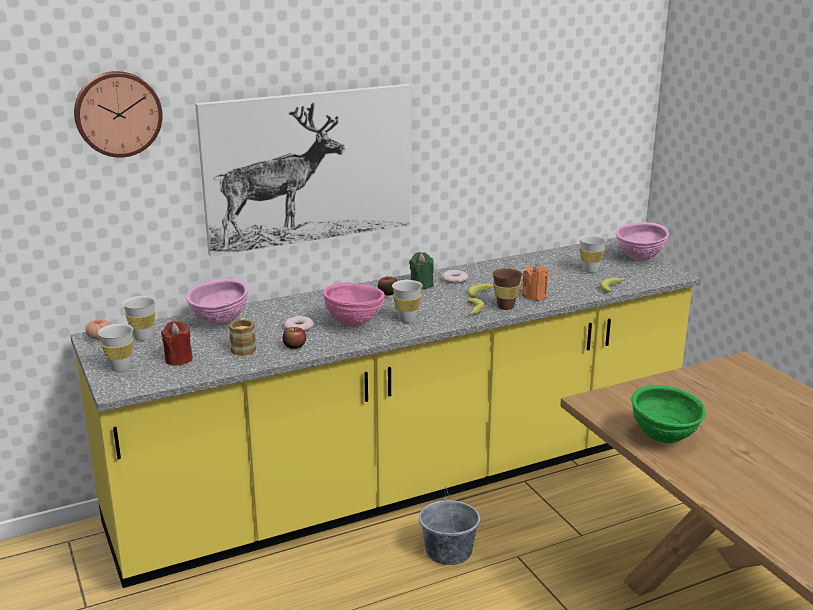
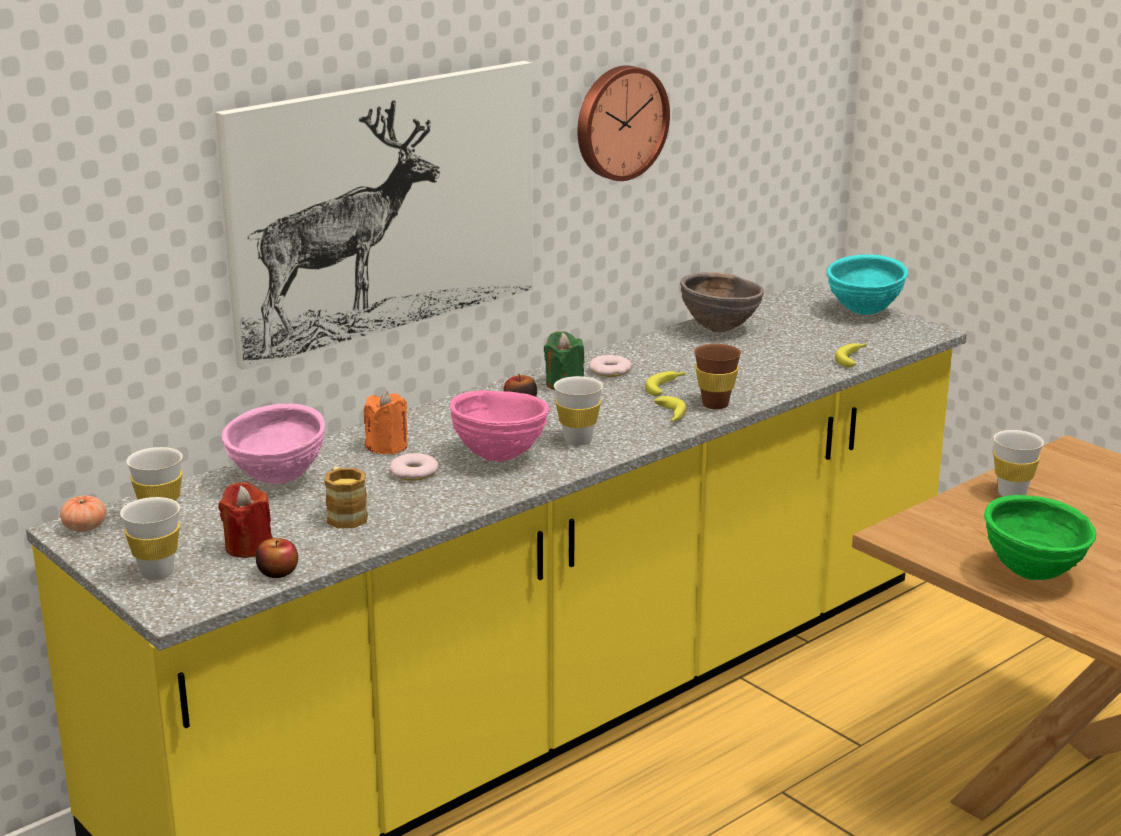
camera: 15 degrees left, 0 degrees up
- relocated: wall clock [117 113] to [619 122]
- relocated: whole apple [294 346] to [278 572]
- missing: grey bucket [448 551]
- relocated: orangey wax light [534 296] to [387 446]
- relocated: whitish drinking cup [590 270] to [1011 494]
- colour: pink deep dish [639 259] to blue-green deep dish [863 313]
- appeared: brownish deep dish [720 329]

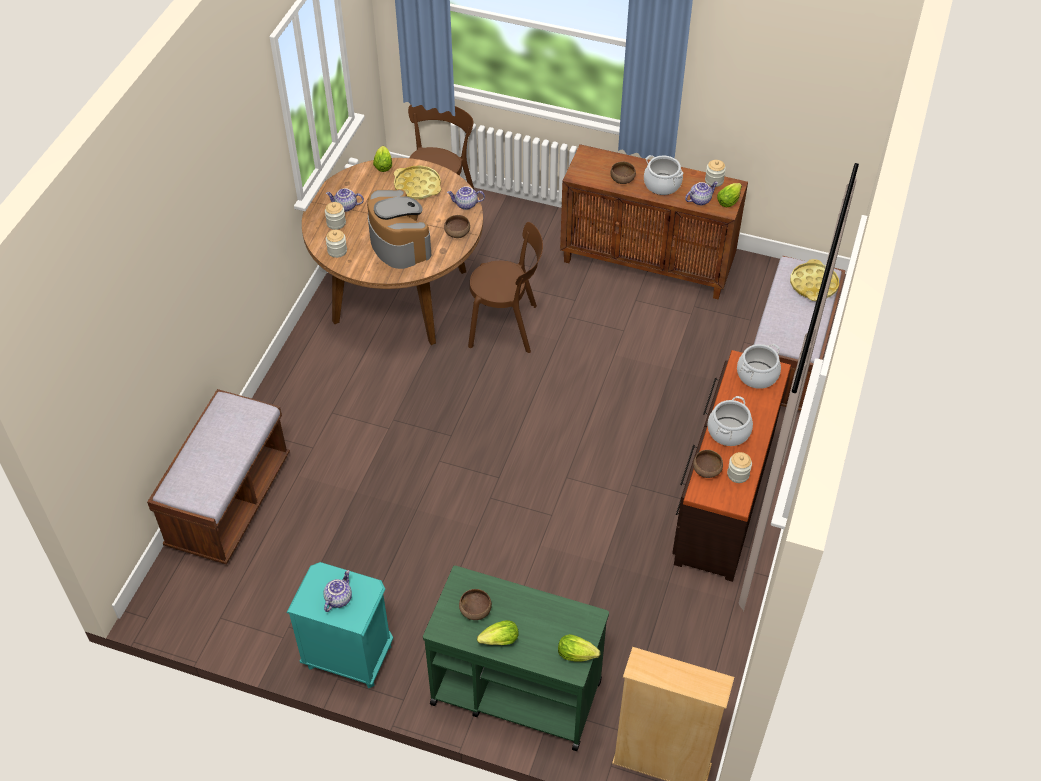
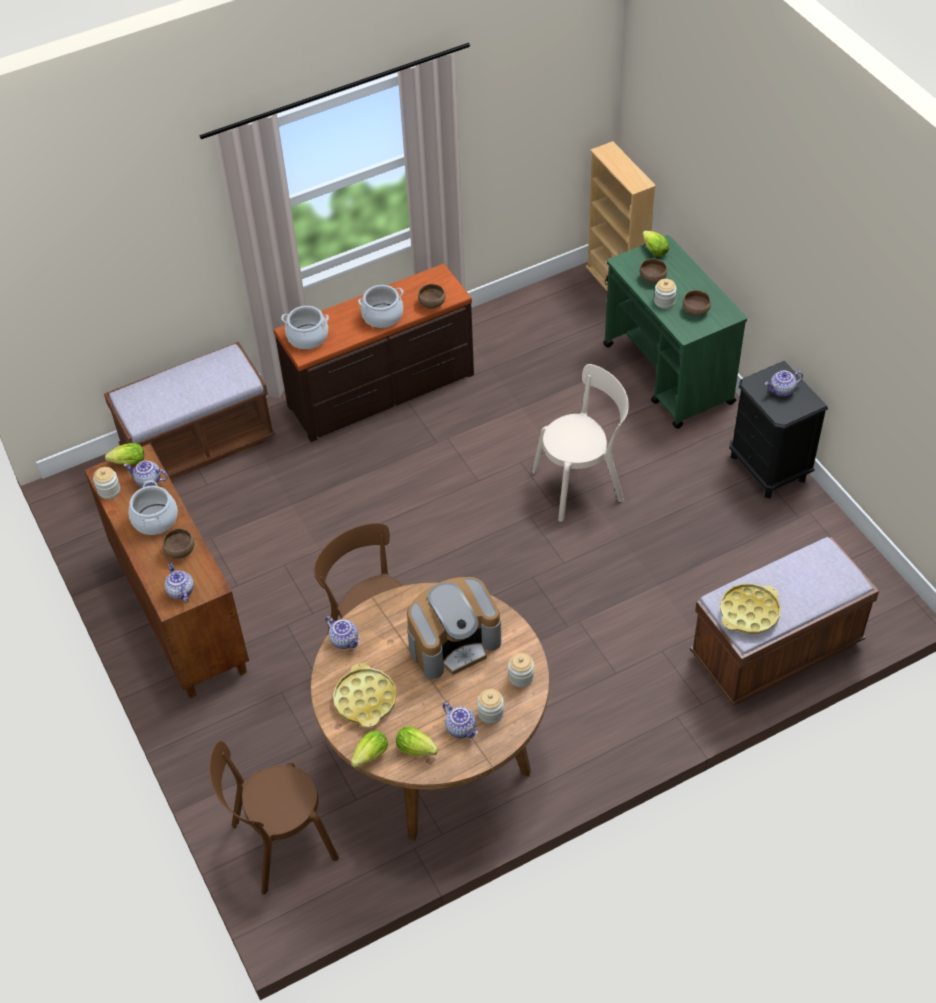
camera: 135 degrees left, 0 degrees up
- colour: blue-green night table [348 656] to black-coloured night table [768 468]
- spun: coffee maker [399 243] = [454 642] 135 degrees counterclockwise
- relocated: brownish deep dish [457 234] to [653 278]
- relocated: lettuce [497 641] to [418 750]
- relocated: storage jar [738 474] to [664 302]
- relocated: yellow-coloured serving tray [813 284] to [749 612]
- appeared: teapot [180 591]
- appeared: beige upright chair [582 484]

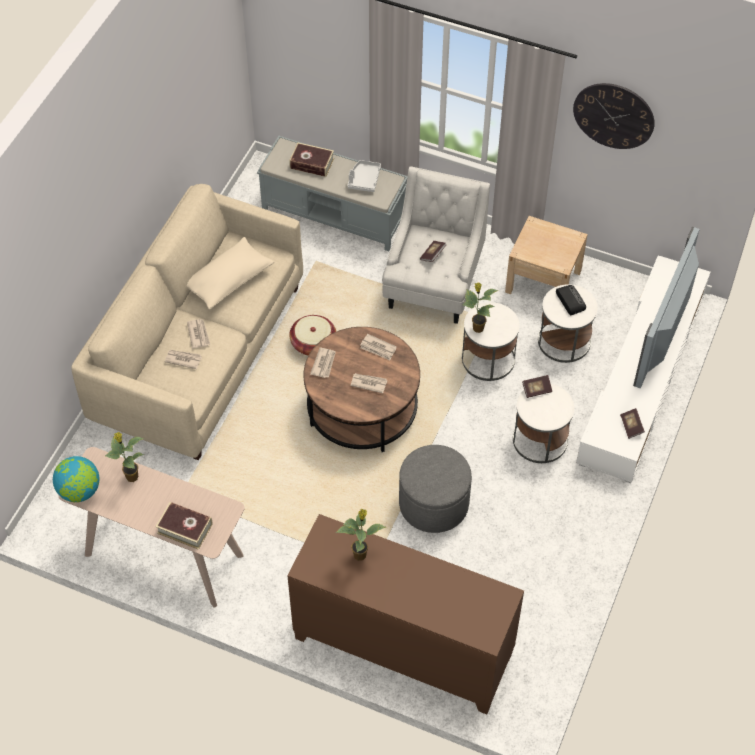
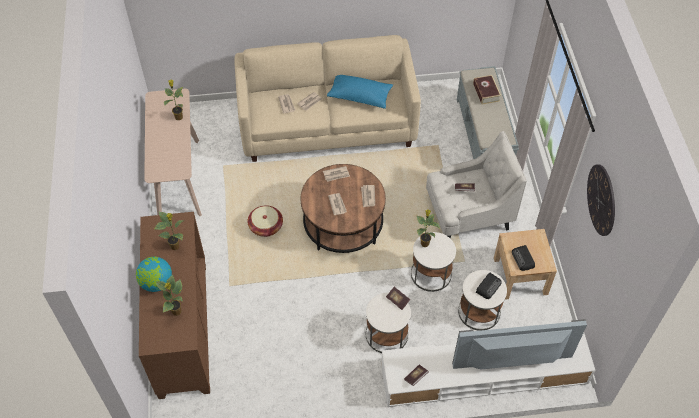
camera: 60 degrees right, 0 degrees up
- relocated: desk globe [79 491] to [156 283]
- missing: volume [185 528]
- colour: beige pillow [228 280] to blue pillow [360 96]
- relocated: basket [313 343] to [266 226]
- missing: grey serving tray [364 180]
- missing: grey ottoman [433 503]
- appeared: plant in a pot [176 312]
- appeared: radio receiver [523 259]

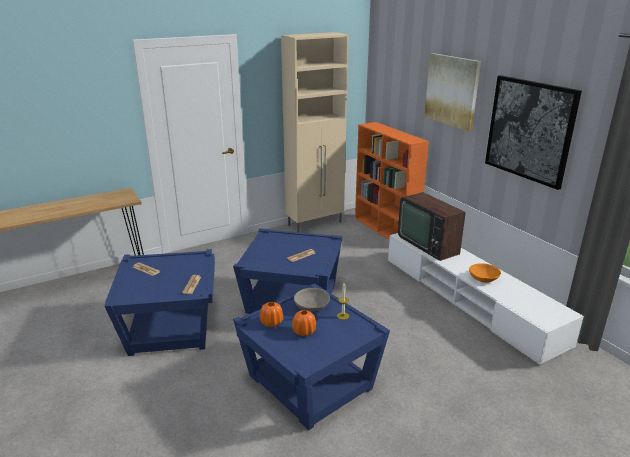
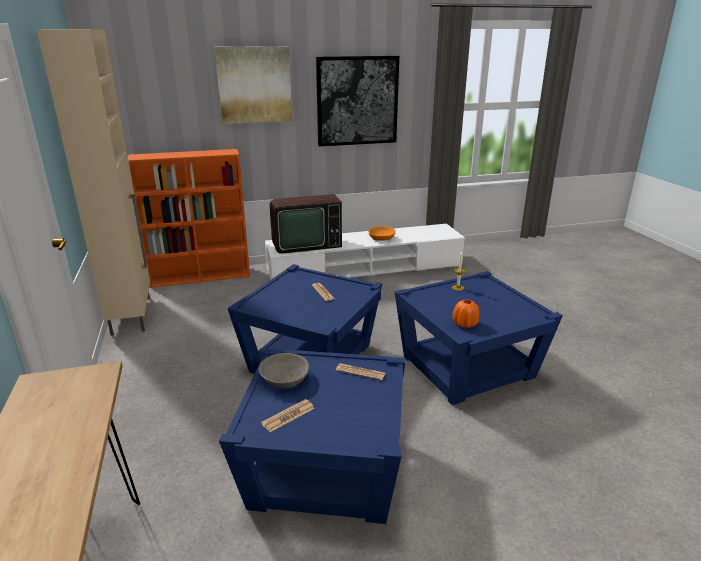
camera: 75 degrees left, 0 degrees up
- missing: orangey vase [304 331]
- relocated: grey deep dish [311 306] to [284 379]

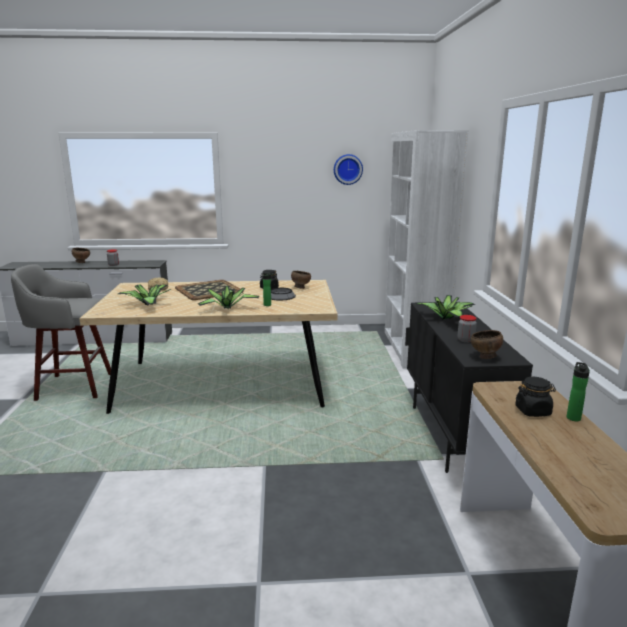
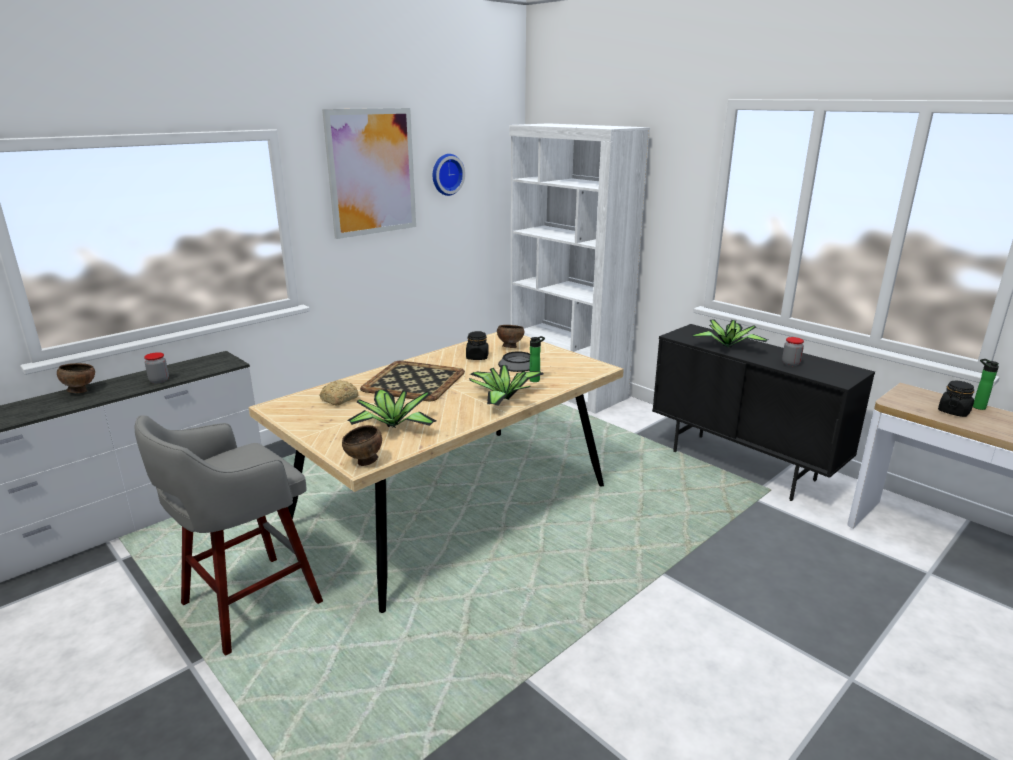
camera: 40 degrees left, 5 degrees up
- relocated: brownish deep dish [485 357] to [364 462]
- appeared: wall picture [371 172]

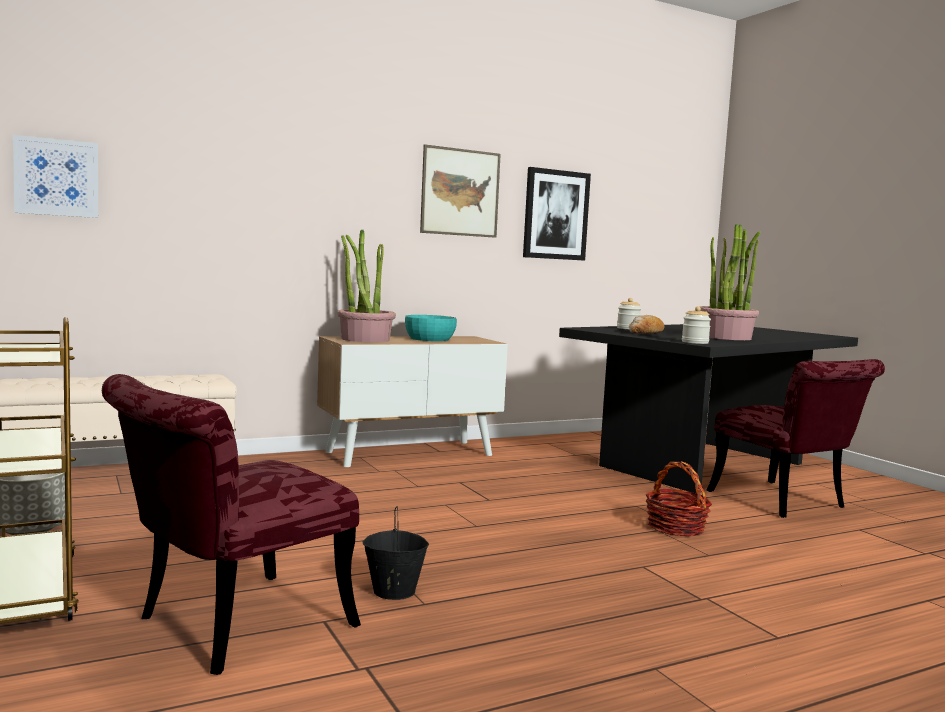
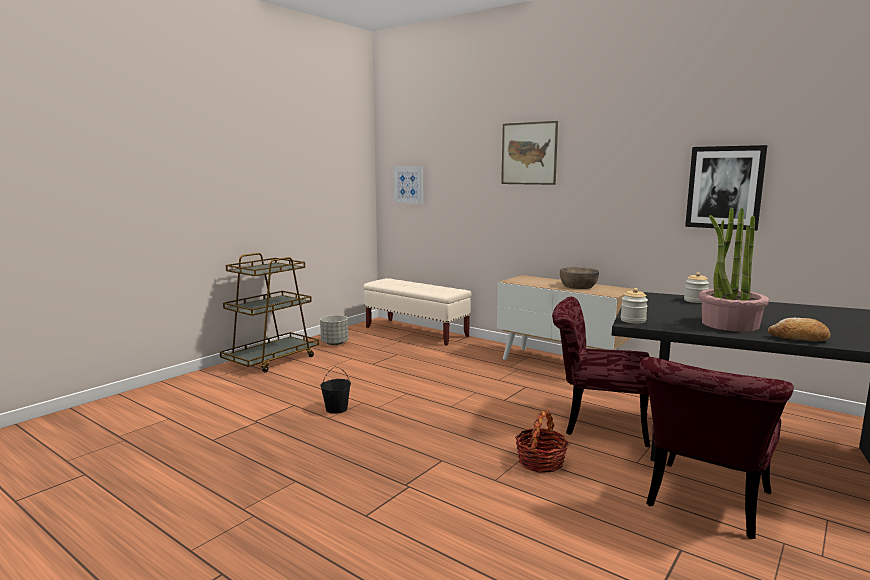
camera: 65 degrees right, 5 degrees up
- relocated: reddish upright chair [227 628] to [596 423]
- missing: plant in a pot [365 339]
- colour: blue-green deep dish [430 339] to brownish deep dish [578 286]
- relocated: wall picture [460 192] to [529 153]
- relocated: baked bread [645 333] to [798 338]

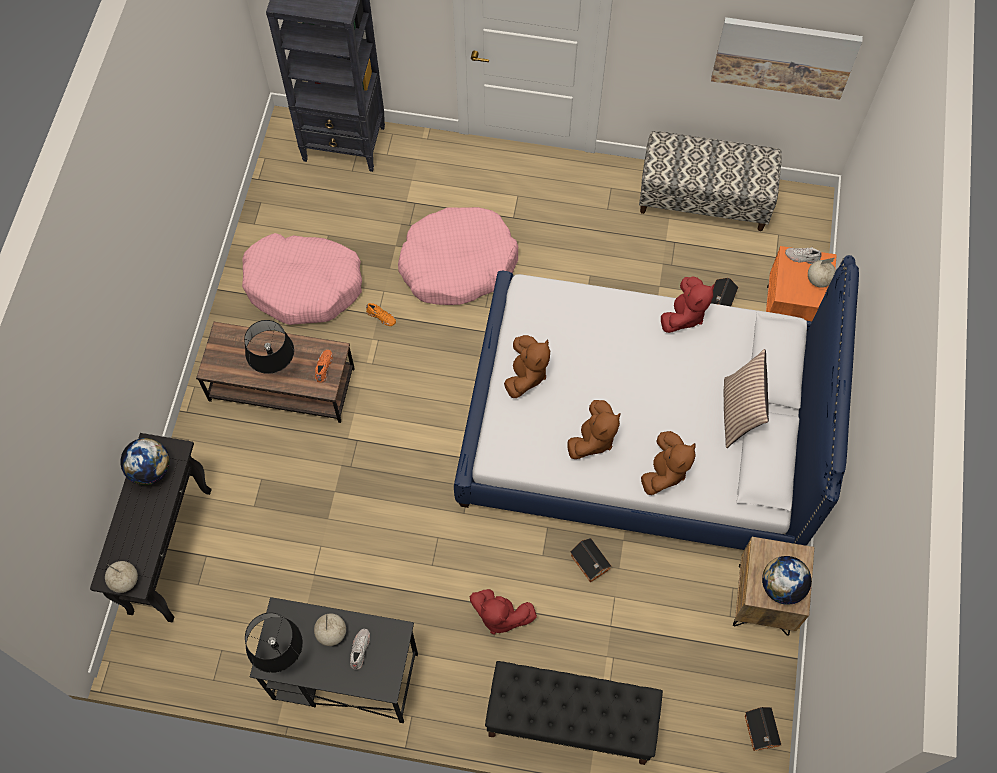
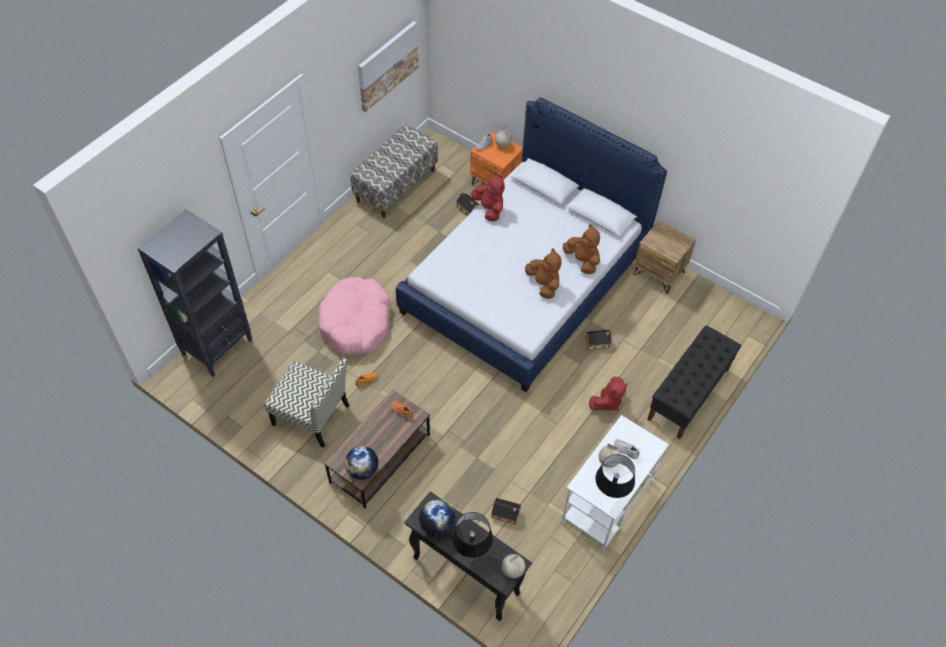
camera: 65 degrees left, 10 degrees down
- exchanged: pink dog bed [304 285] to upright chair [312 415]
- relocated: black-coloured table lamp [276 370] to [471 552]
- colour: black-coloured desk table [344 676] to whitish desk table [607 502]
- missing: brownish soft toy [526 375]
- missing: pillow [739 413]
- relocated: toy house [760 733] to [506 514]
- relocated: desk globe [781 586] to [362 470]

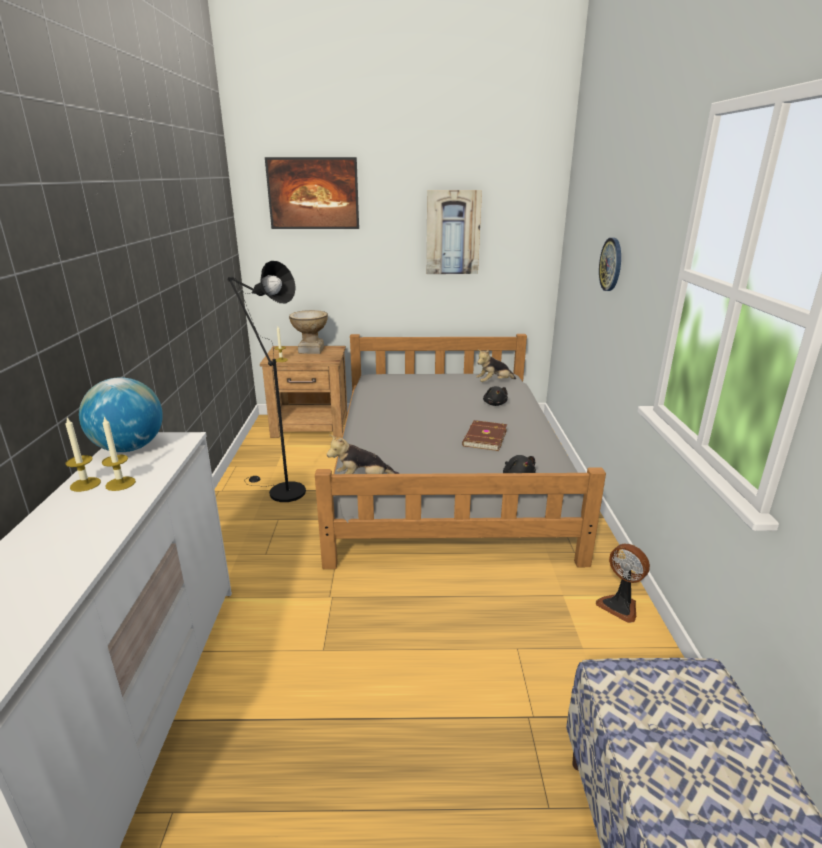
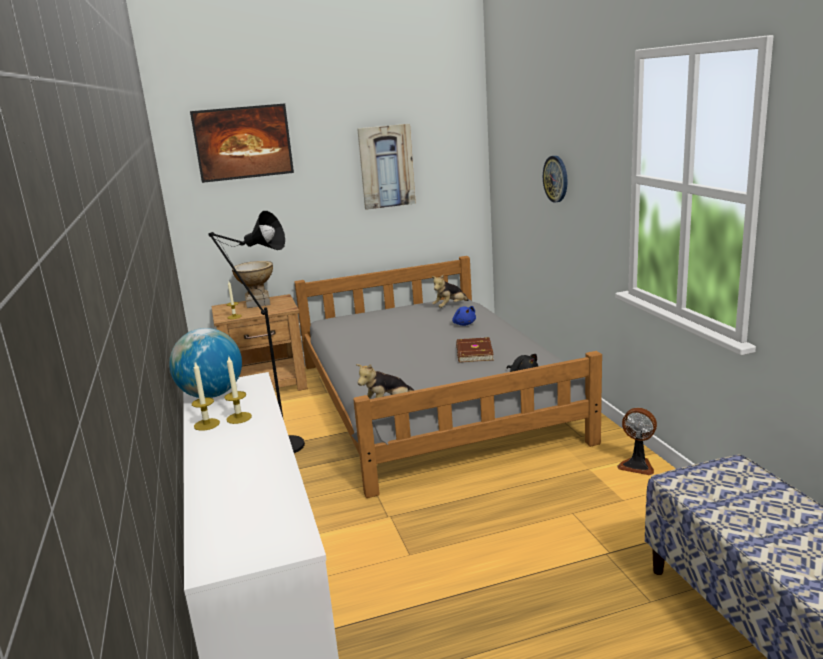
camera: 15 degrees left, 5 degrees down
- colour: black-coloured soft toy [495 404] to blue soft toy [464 324]

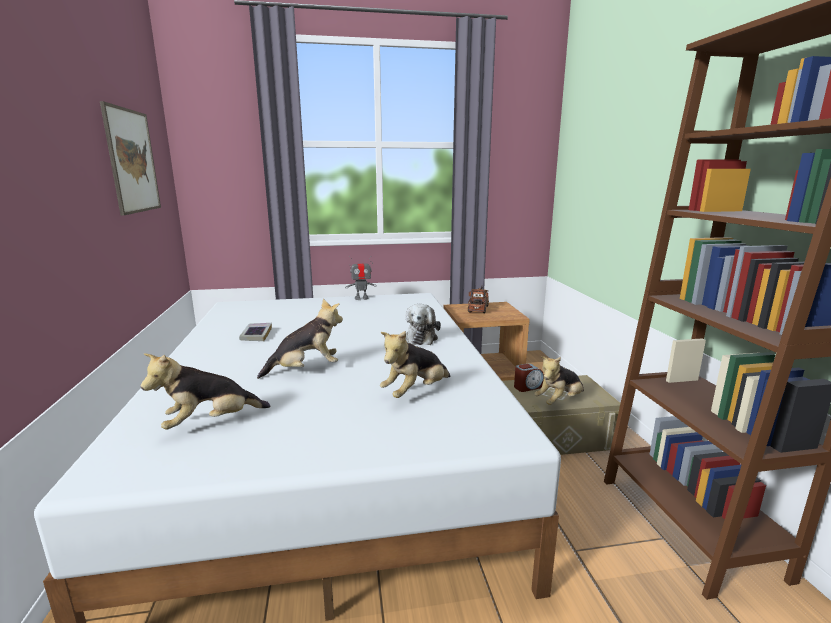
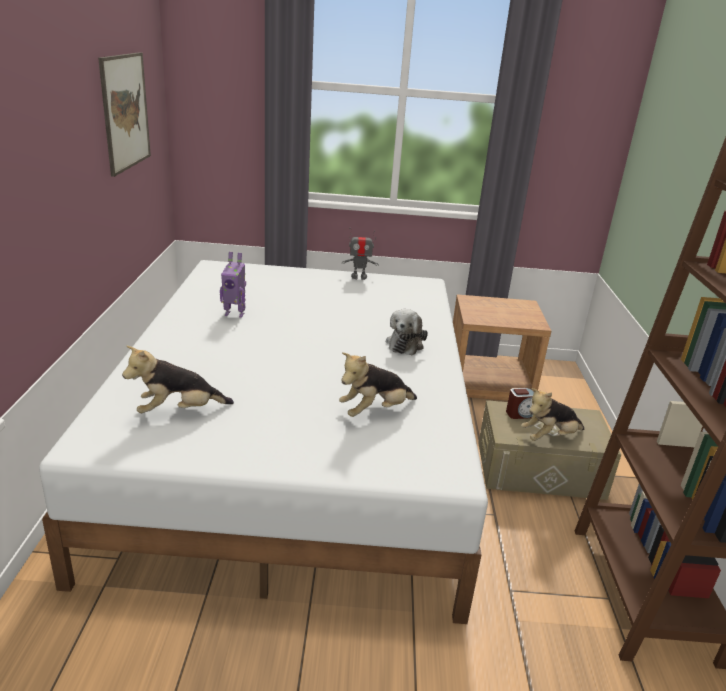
camera: 10 degrees right, 10 degrees up
- exchanged: volume [256 335] to toy robot [235 314]
- missing: soft toy [306 369]
- missing: model truck [479 308]

